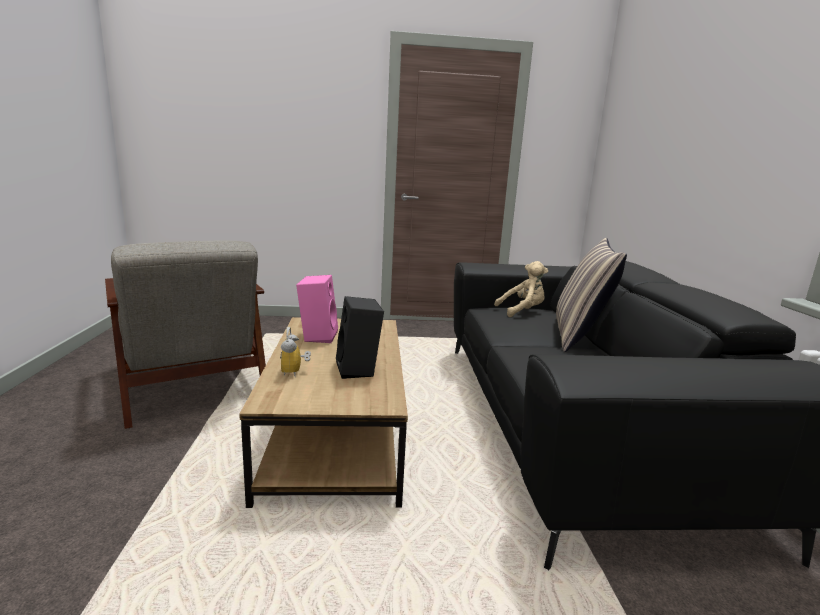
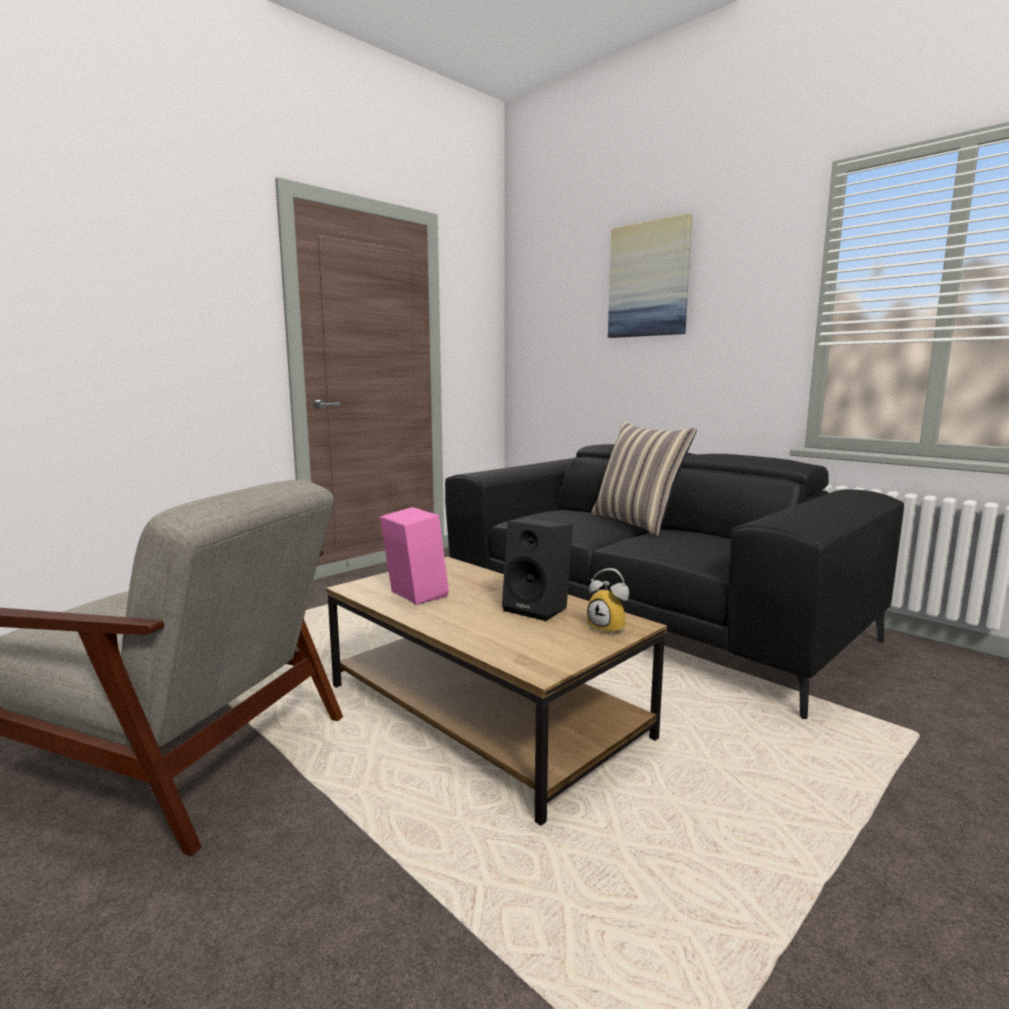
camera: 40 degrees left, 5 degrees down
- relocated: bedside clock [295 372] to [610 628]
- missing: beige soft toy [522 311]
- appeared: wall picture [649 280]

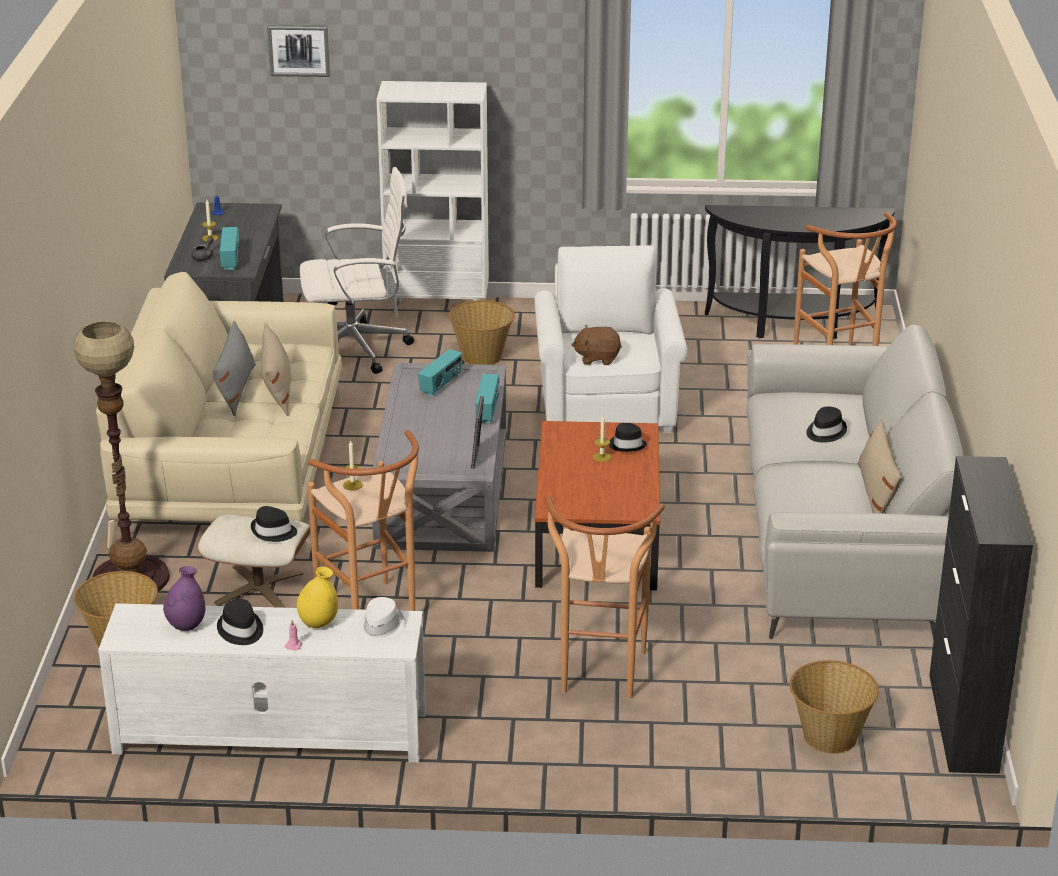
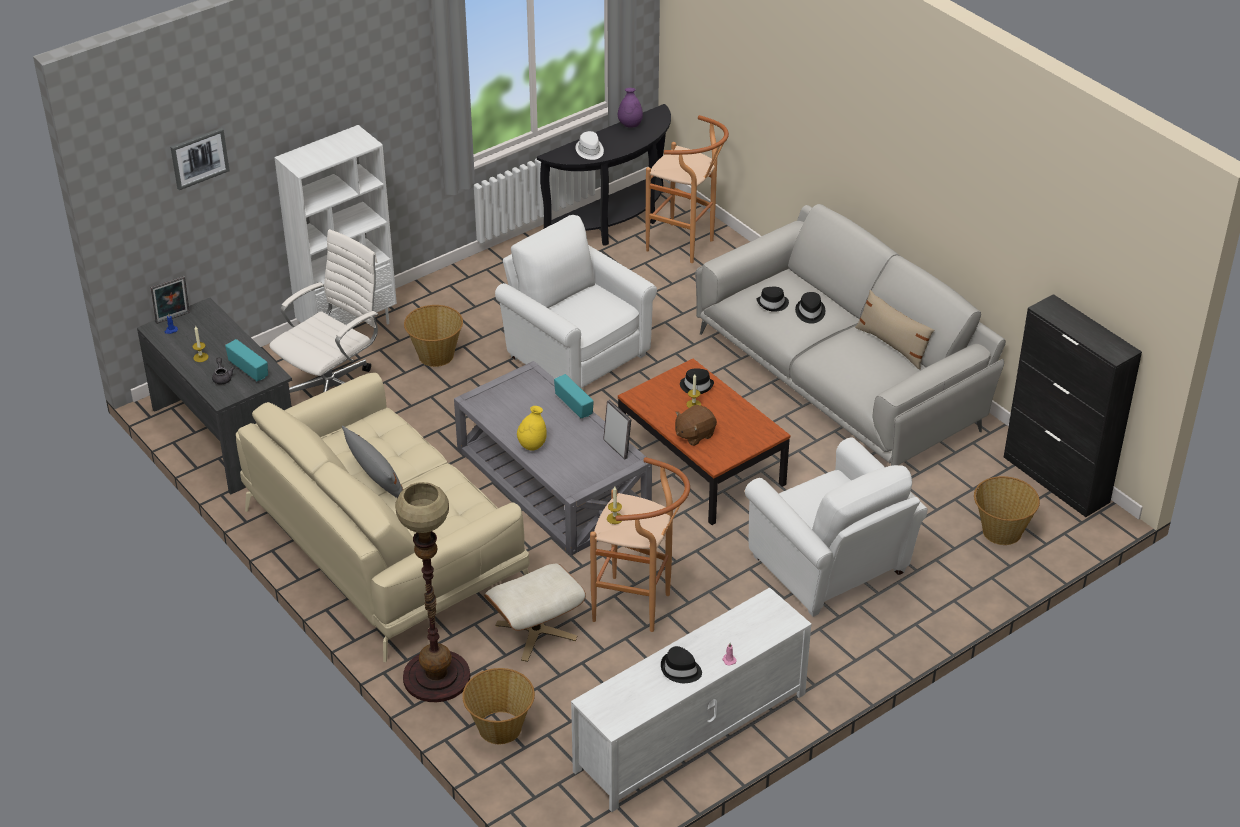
camera: 40 degrees left, 10 degrees up
- relocated: purple vase [186 625] to [630 125]
- relocated: black-coloured wearable hat [273 532] to [773 304]
- missing: beige pillow [277 390]
- relocated: yellow-coloured vase [318 623] to [532 445]
- relocated: whitish wearable hat [380 627] to [589 150]
- missing: radio receiver [441 385]
- exchanged: brownish stool [599 678] to whitish lounge chair [831 569]
- relocated: brownish soft toy [597 358] to [694 434]
- appeared: photo frame [173 318]

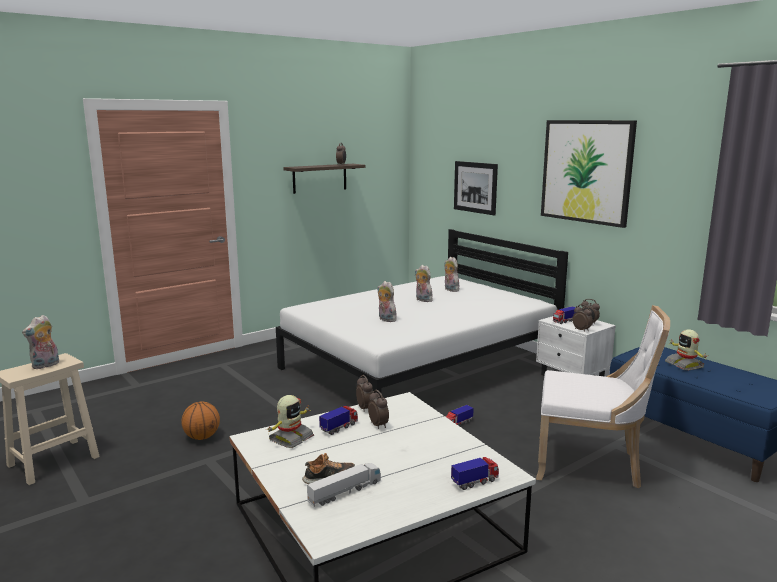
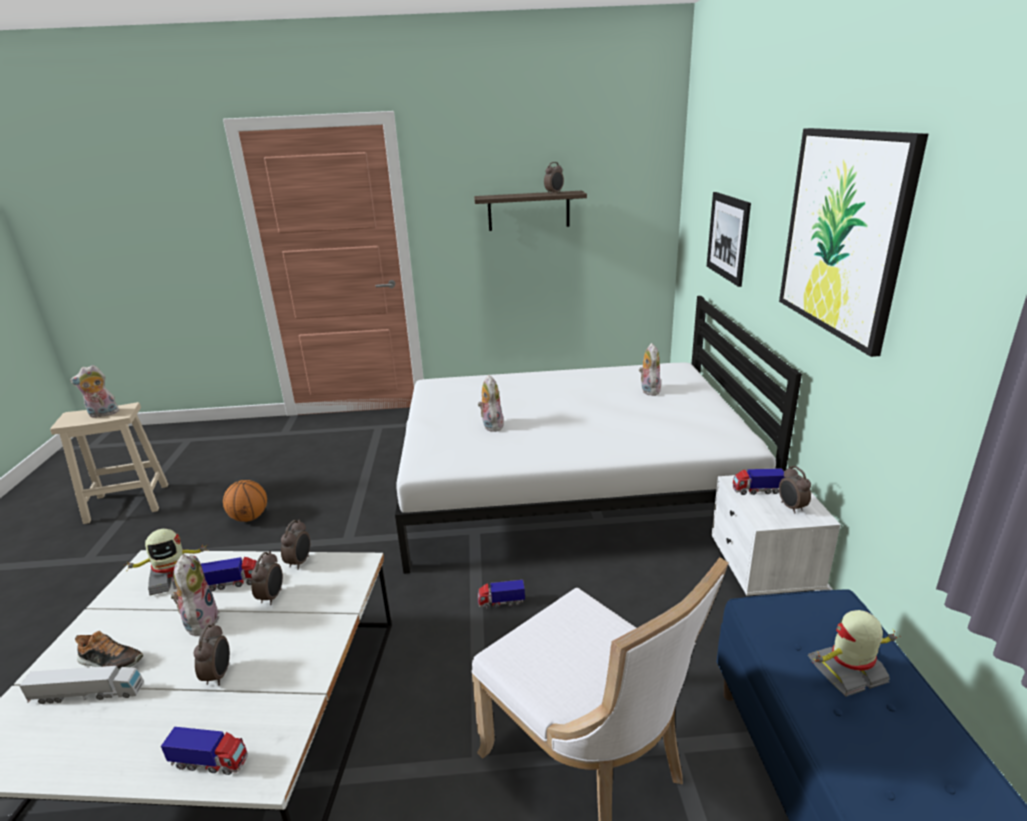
camera: 35 degrees right, 10 degrees up
- relocated: soft toy [422 300] to [200 621]
- relocated: bedside clock [581 330] to [219 674]
- spun: toy robot [684 365] = [848 672] 60 degrees clockwise

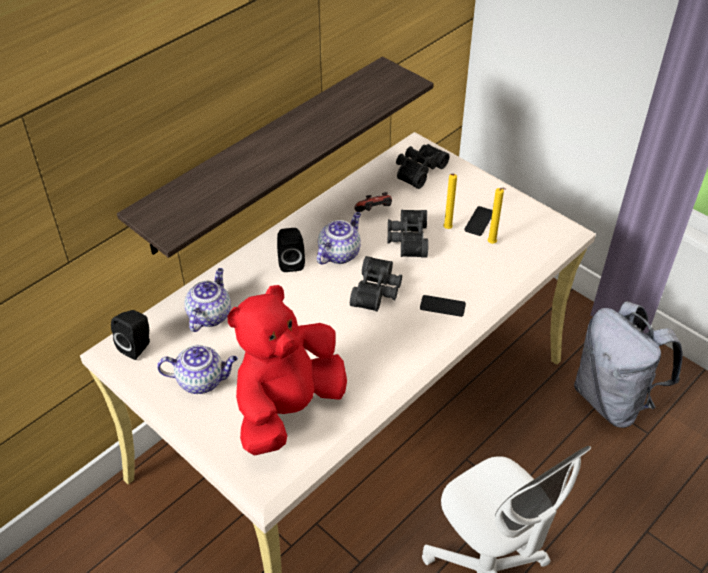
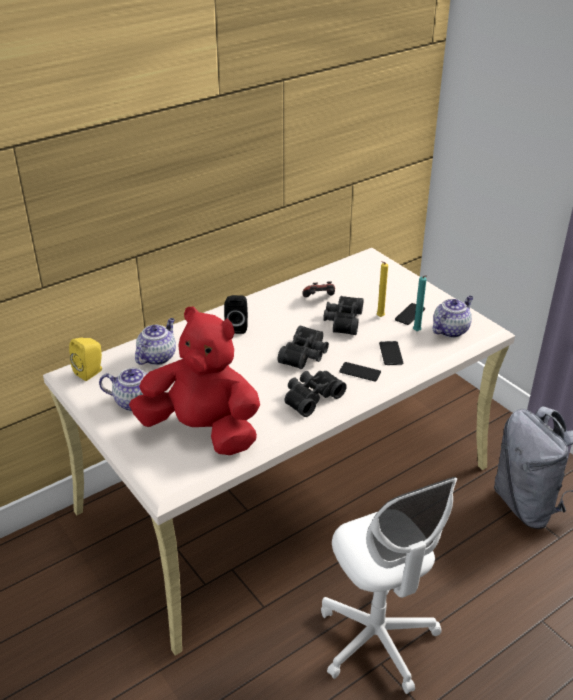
camera: 10 degrees right, 10 degrees down
- colour: black-coloured speaker [137 346] to yellow-coloured speaker [91 372]
- missing: shelf [264 154]
- spun: reddish soft toy [287 408] = [202 430] 60 degrees clockwise
- relocated: teapot [339 253] to [450 330]
- relocated: black-coloured field glasses [418 170] to [311 397]
- colour: yellow-coloured wax light [492 244] to blue-green wax light [417 332]
- appeared: phone [391 353]

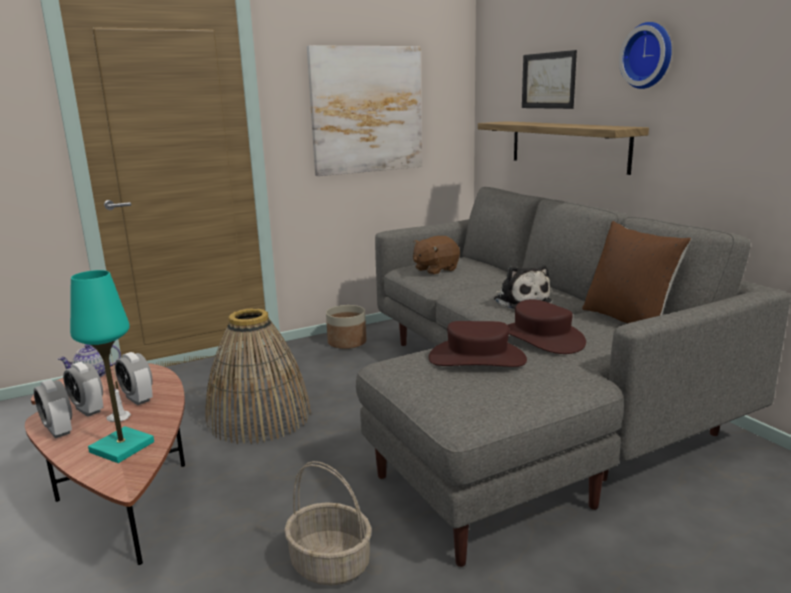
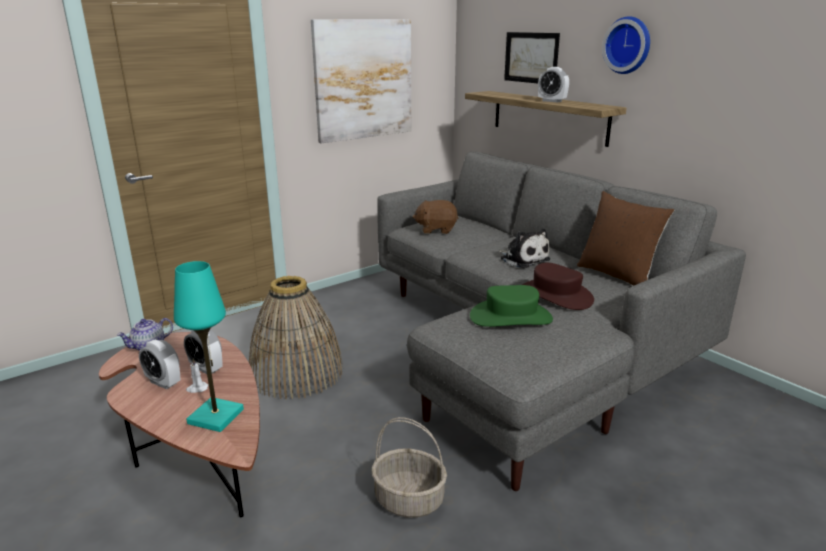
camera: 10 degrees left, 5 degrees up
- relocated: bedside clock [58 430] to [552 101]
- missing: flower pot [347 342]
- spun: brownish soft toy [435 270] = [436 229] 45 degrees clockwise
- colour: brownish wearable hat [477 358] to greenish wearable hat [511 317]

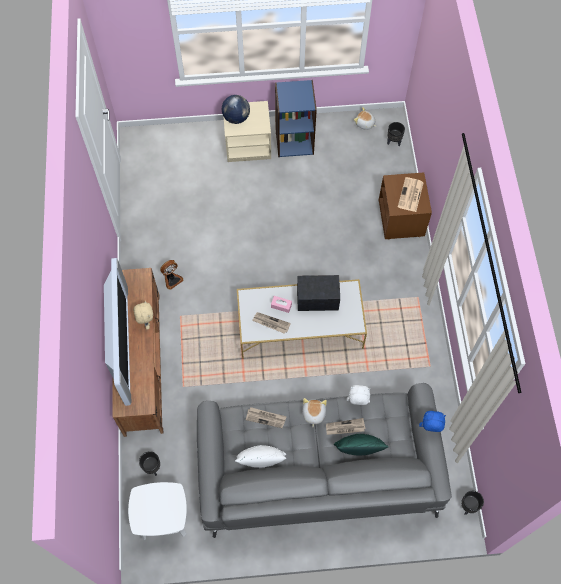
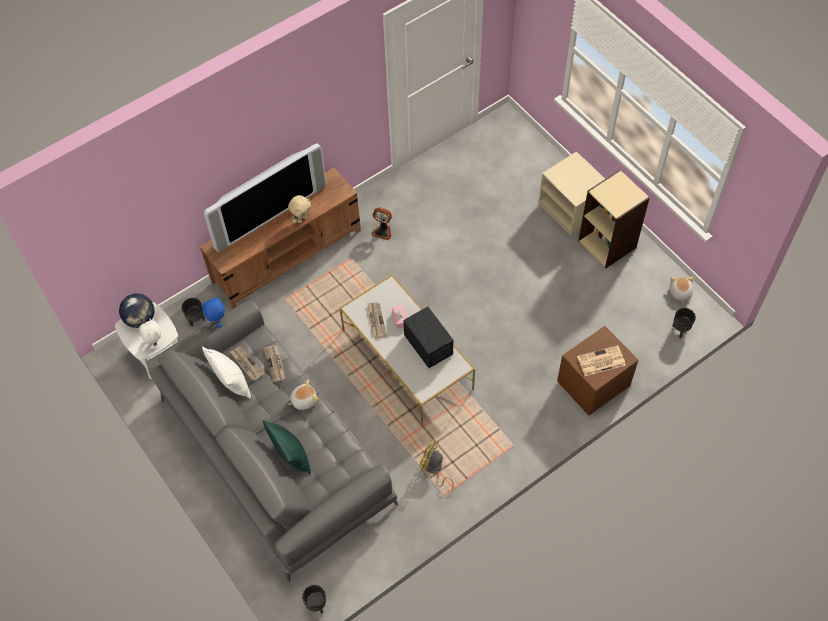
camera: 60 degrees right, 5 degrees down
- relocated: desk globe [236 118] to [140 319]
- colour: blue bookshelf [294 141] to beige bookshelf [607 244]
- relocated: newspaper [345 427] to [246 364]
- relocated: whitish soft toy [357 402] to [155 343]
- relocated: blue soft toy [429 428] to [217 322]
- appeared: yellow-coloured cooling fan [434 469]

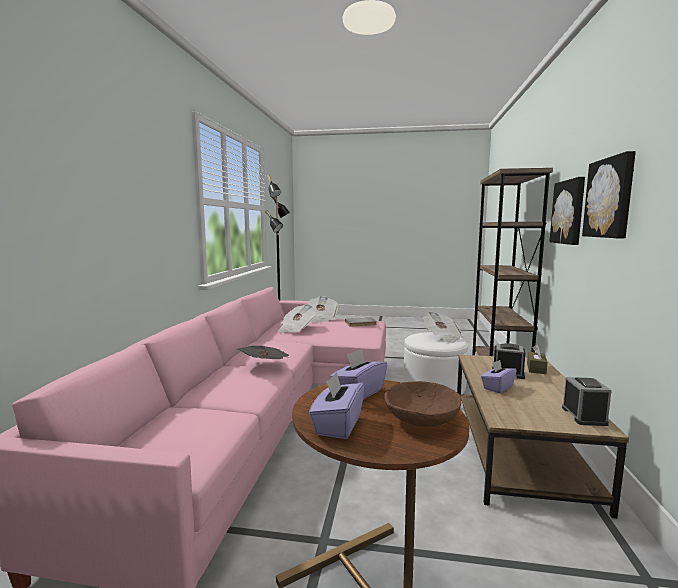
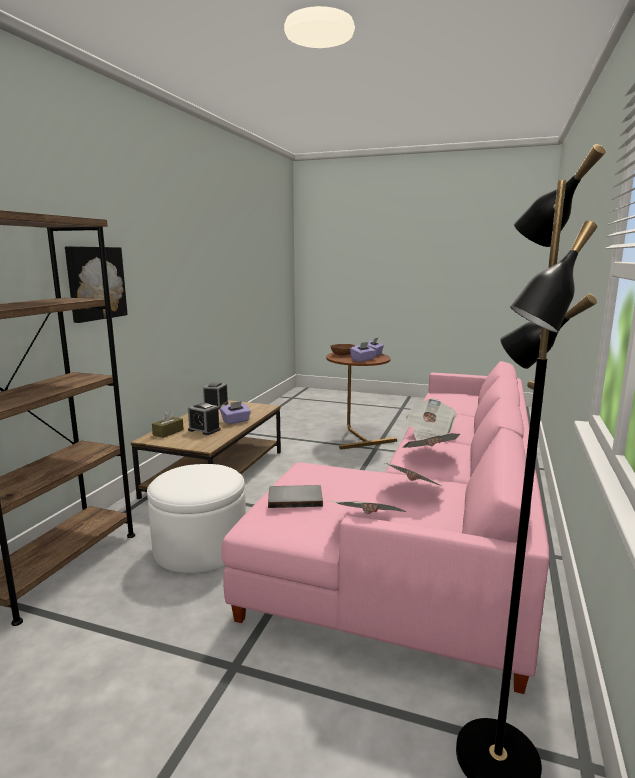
camera: 170 degrees left, 5 degrees up
- relocated: newspaper [442 337] to [429 455]
- missing: wall picture [610 198]

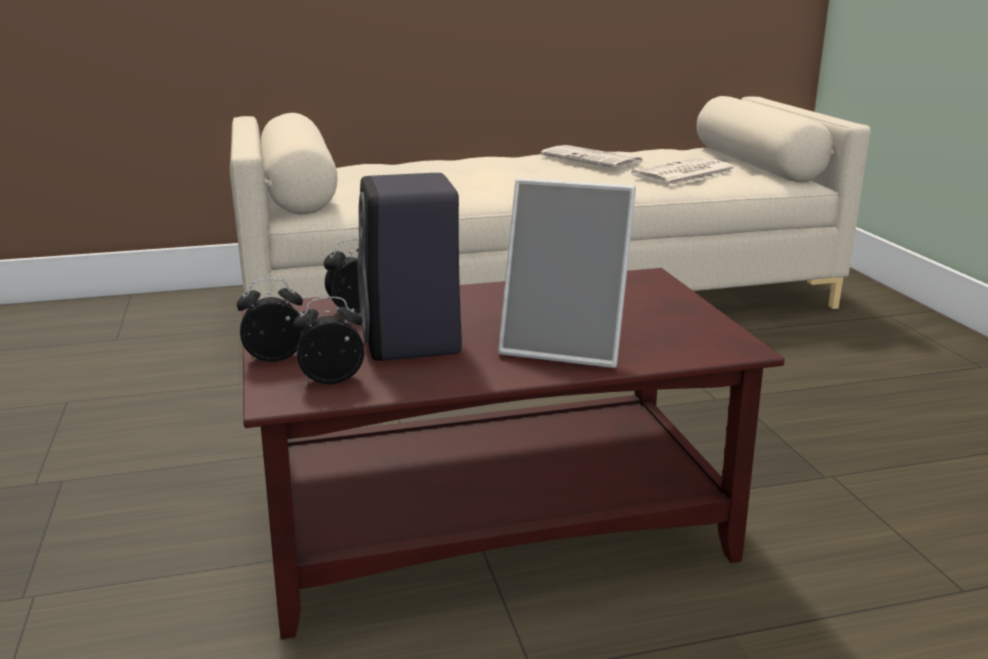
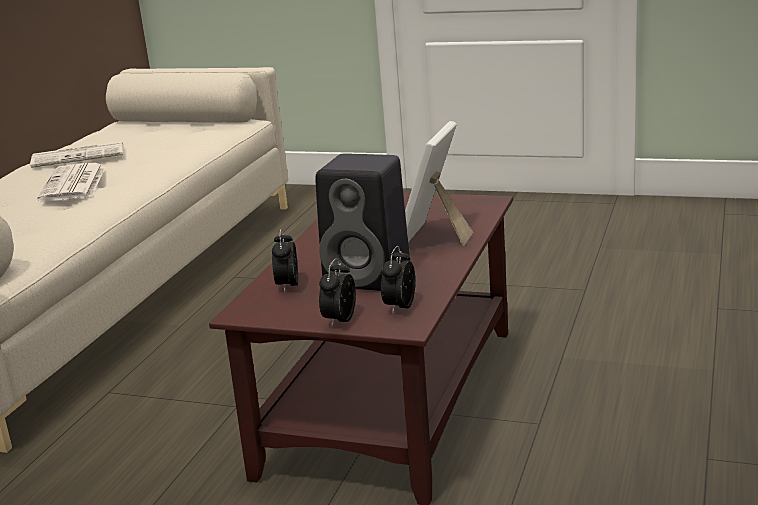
camera: 55 degrees left, 0 degrees up
- spun: photo frame [566 346] = [434 238] 150 degrees clockwise
- relocated: newspaper [684 174] to [74 184]

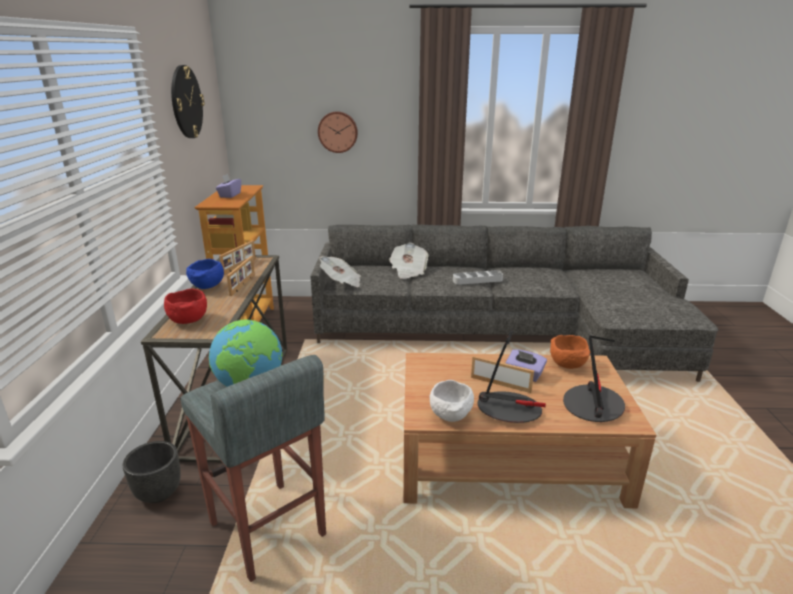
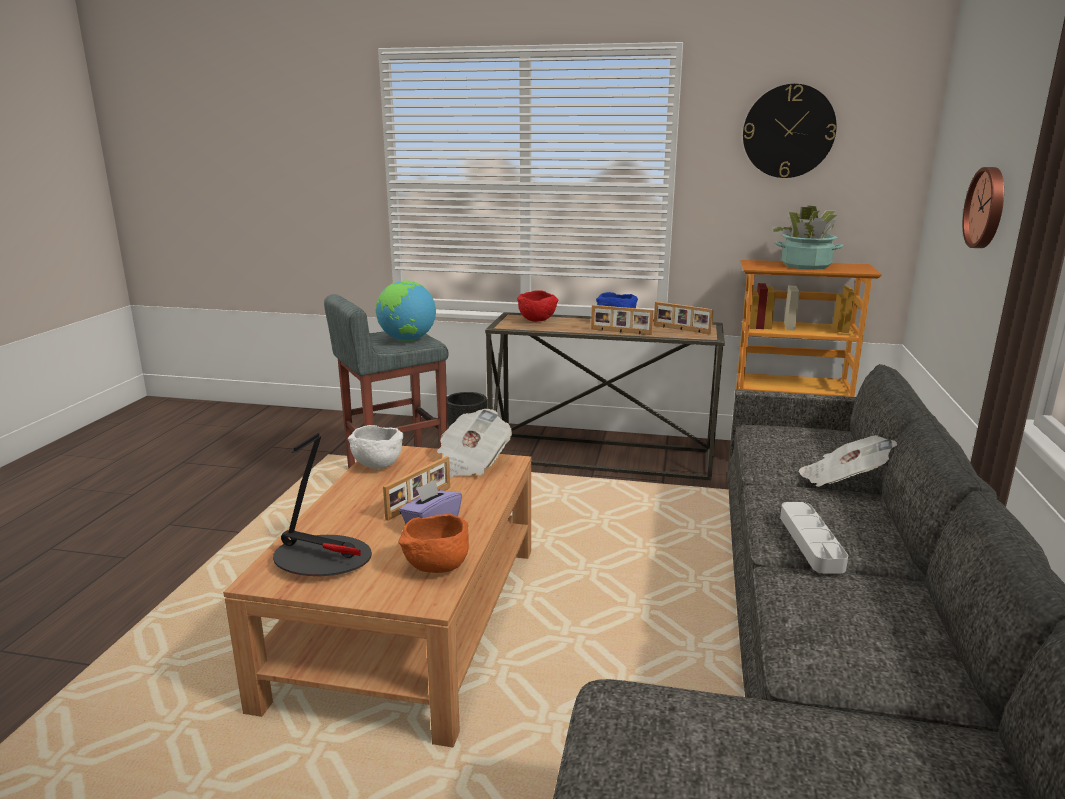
camera: 100 degrees right, 5 degrees down
- exchanged: purple tissue holder [229 195] to plant in a pot [806 266]
- relocated: newspaper [341 282] to [471 463]
- missing: table lamp [509 409]

